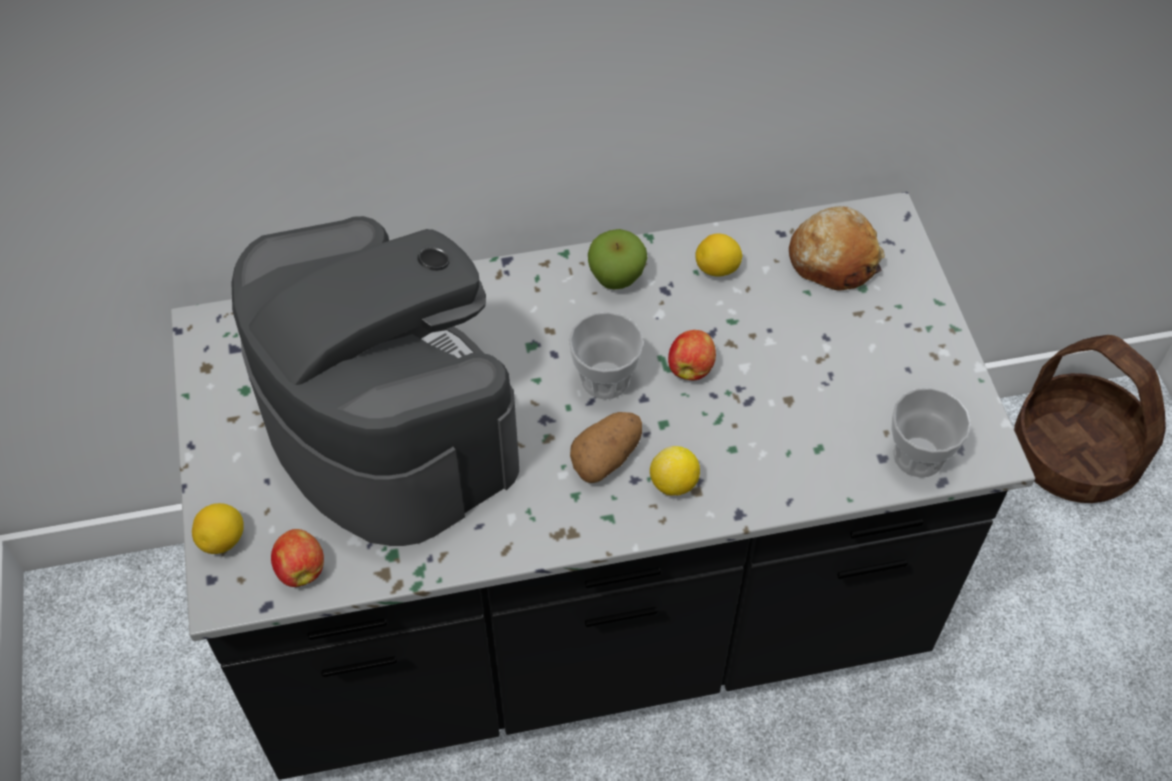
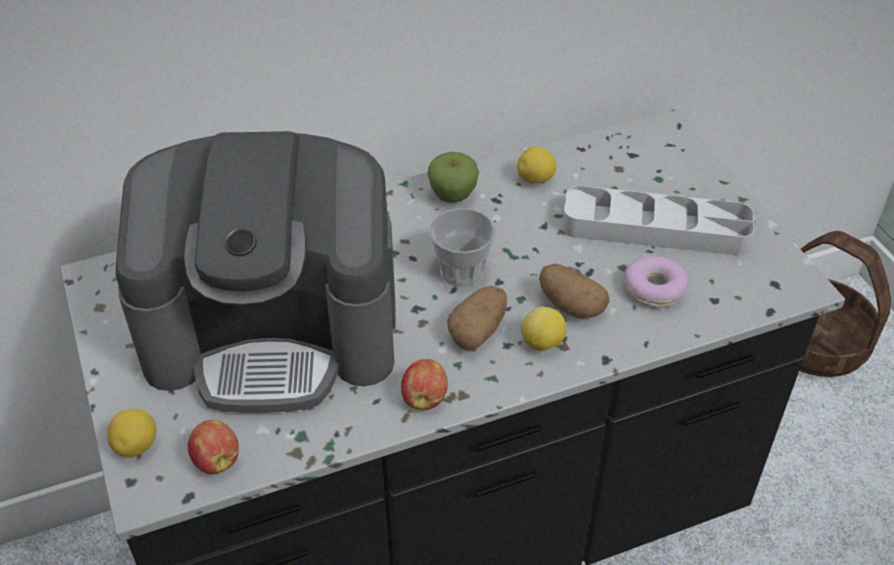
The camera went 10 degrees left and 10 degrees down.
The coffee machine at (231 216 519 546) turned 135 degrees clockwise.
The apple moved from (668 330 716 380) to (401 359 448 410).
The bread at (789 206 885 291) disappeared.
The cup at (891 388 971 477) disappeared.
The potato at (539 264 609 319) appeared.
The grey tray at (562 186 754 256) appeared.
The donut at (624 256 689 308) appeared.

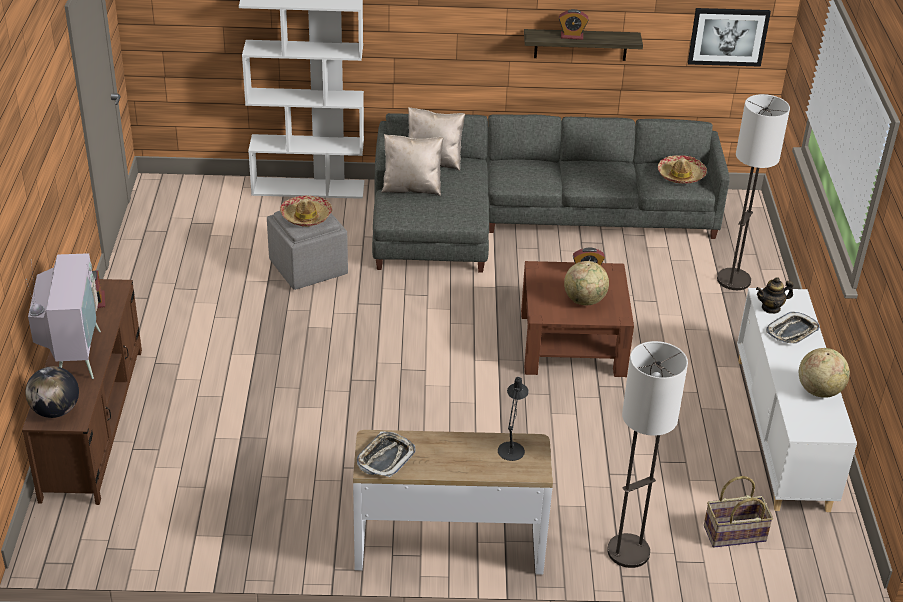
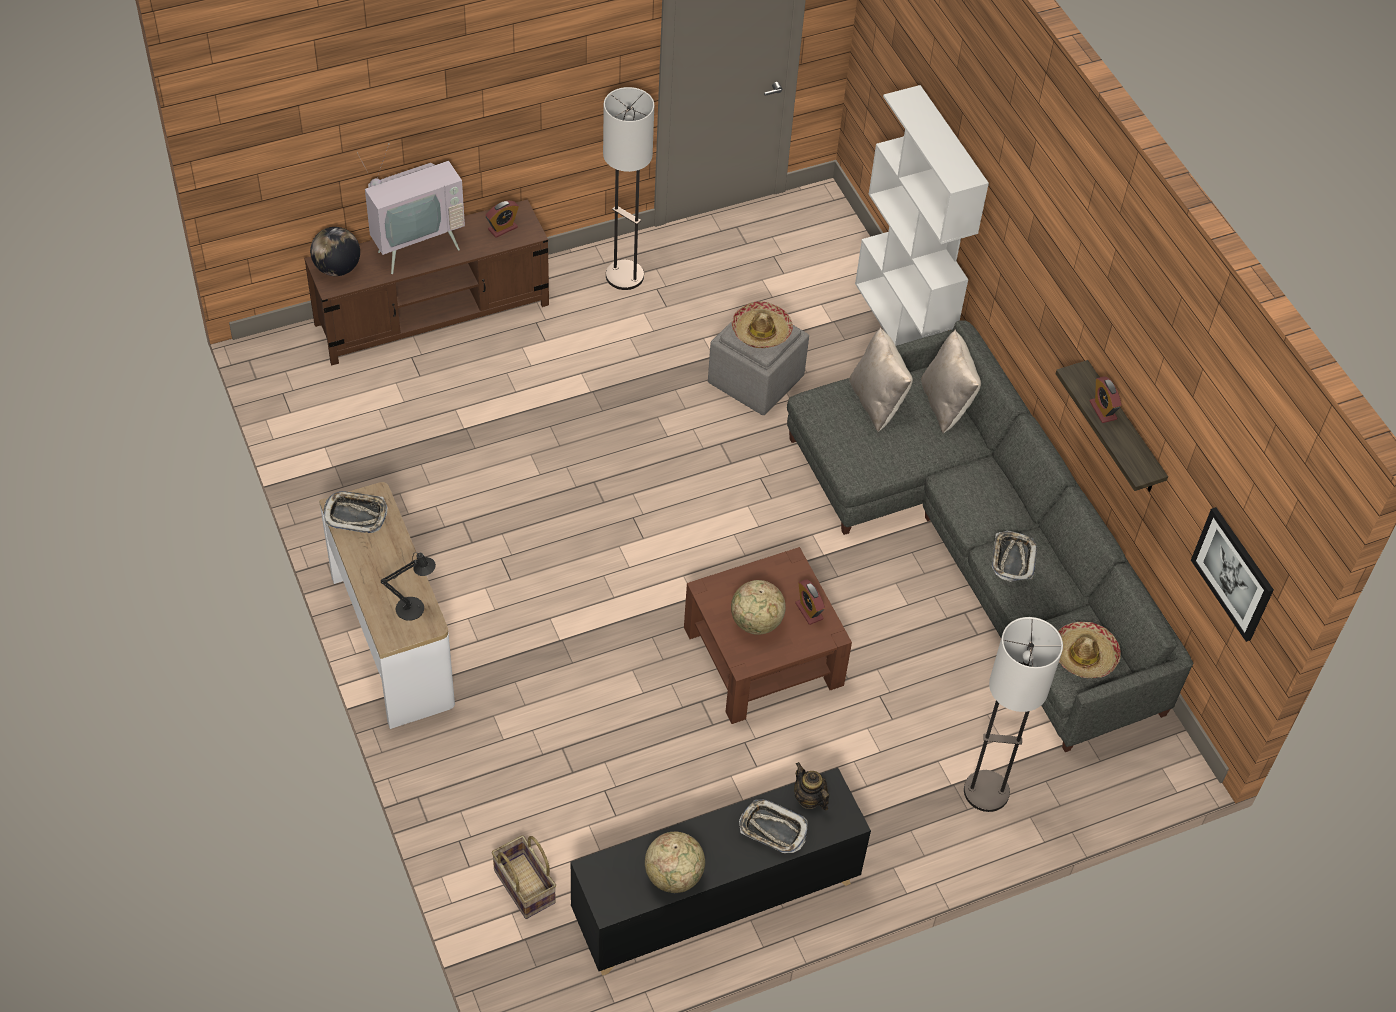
The camera went 65 degrees right and 15 degrees up.
The floor lamp moved from (607 341 688 568) to (603 87 654 290).
The white cabinet at (737 288 857 512) became the black cabinet at (571 768 871 976).
The tray at (991 531 1037 582) appeared.

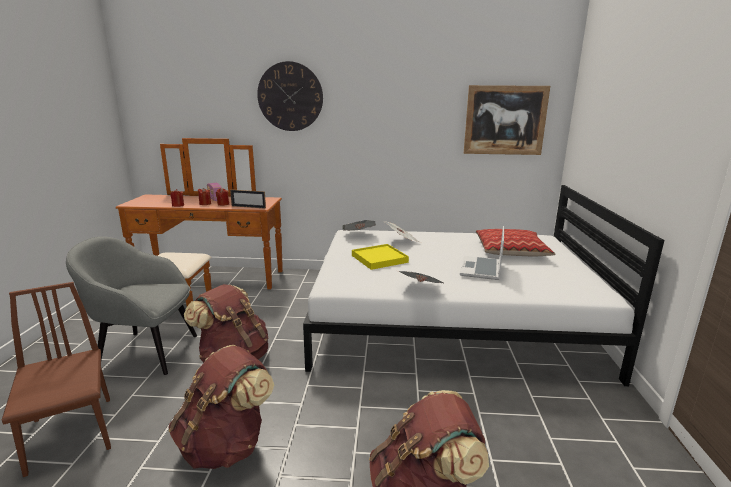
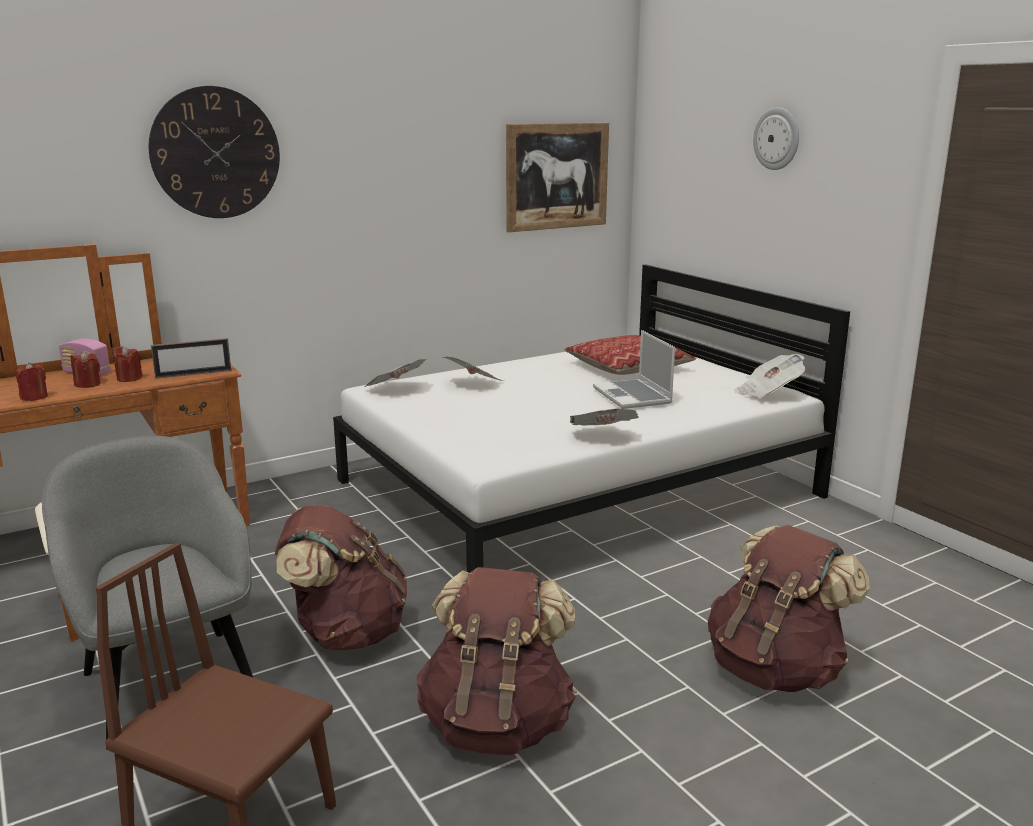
The camera went 35 degrees left and 0 degrees up.
The grey armchair at (66 236 197 375) turned 90 degrees clockwise.
The yellow tray at (352 244 409 270) disappeared.
The newspaper at (735 354 805 398) appeared.
The wall clock at (753 108 799 170) appeared.

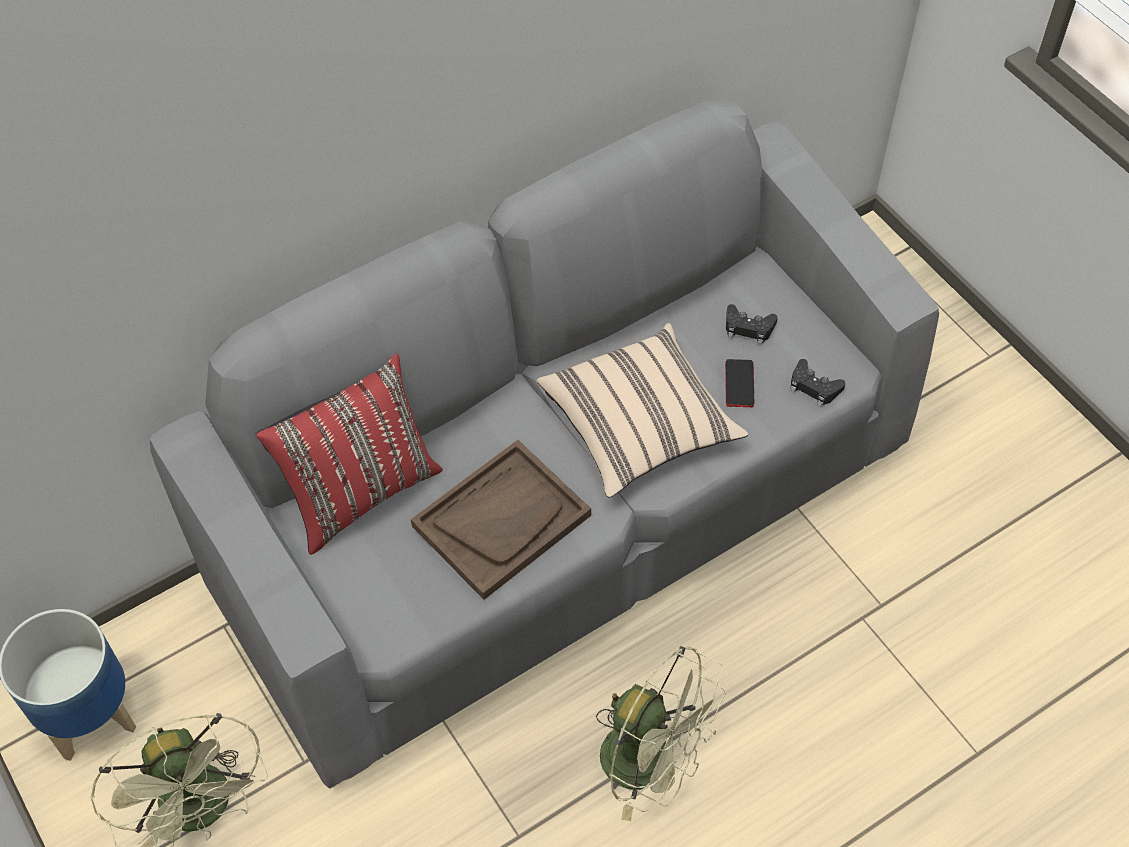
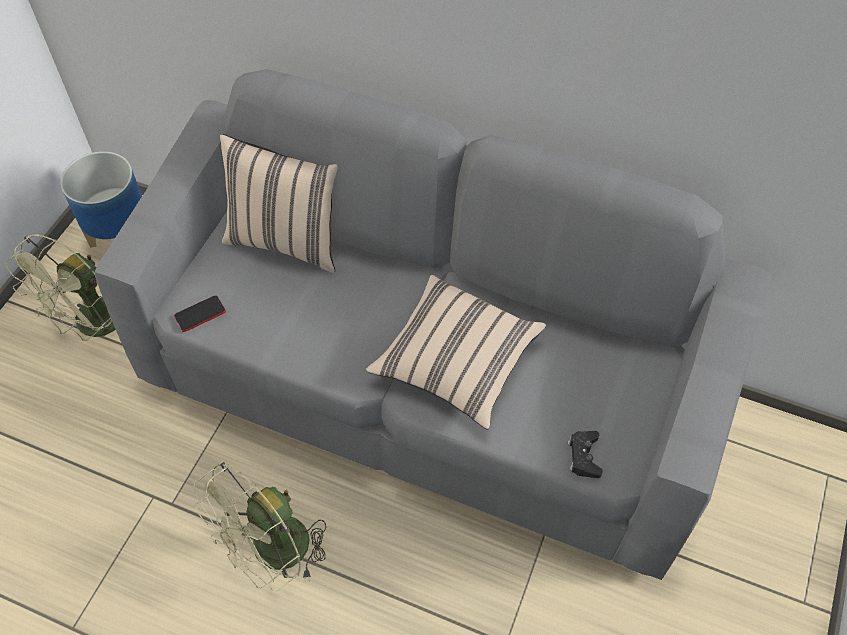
The camera went 55 degrees right and 0 degrees up.
The red pillow at (255 353 443 555) became the beige pillow at (220 134 338 273).
The brown tray at (411 440 591 600) disappeared.
The green fan at (596 646 726 821) turned 45 degrees clockwise.
The phone moved from (725 359 754 407) to (174 295 226 332).
The black game controller at (726 304 778 344) disappeared.

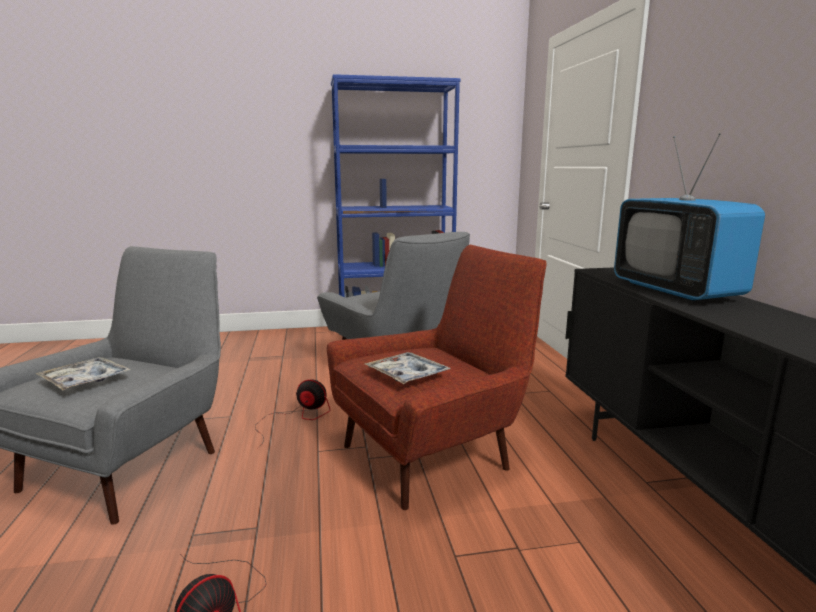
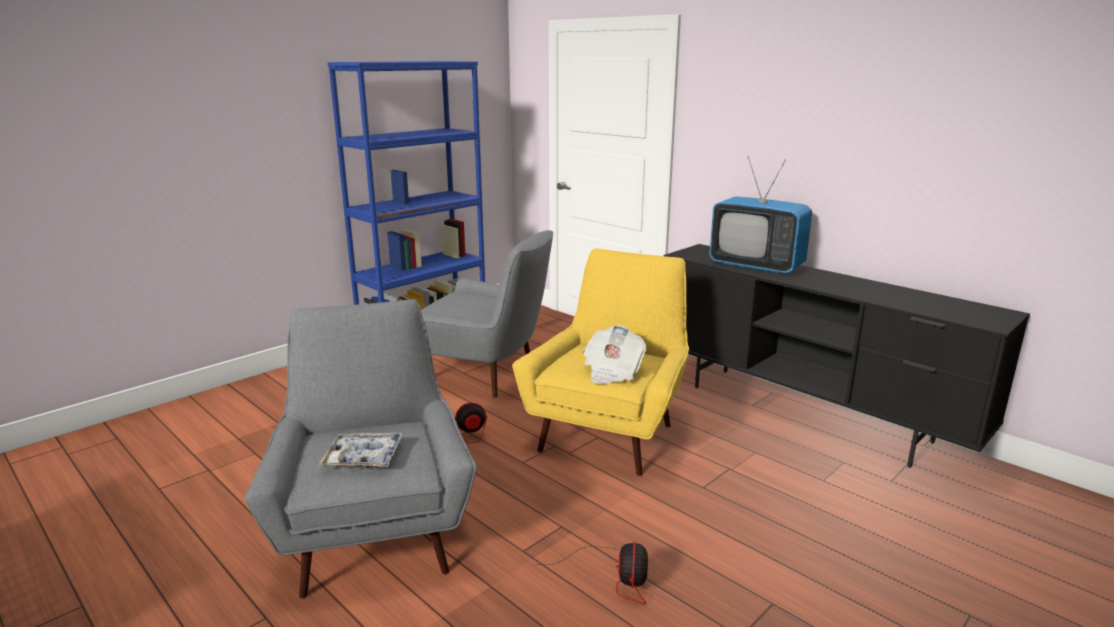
The camera went 35 degrees left and 5 degrees up.
The red armchair at (327 245 546 510) became the yellow armchair at (513 248 689 476).
The tray at (365 352 451 384) was replaced by the newspaper at (583 325 647 384).

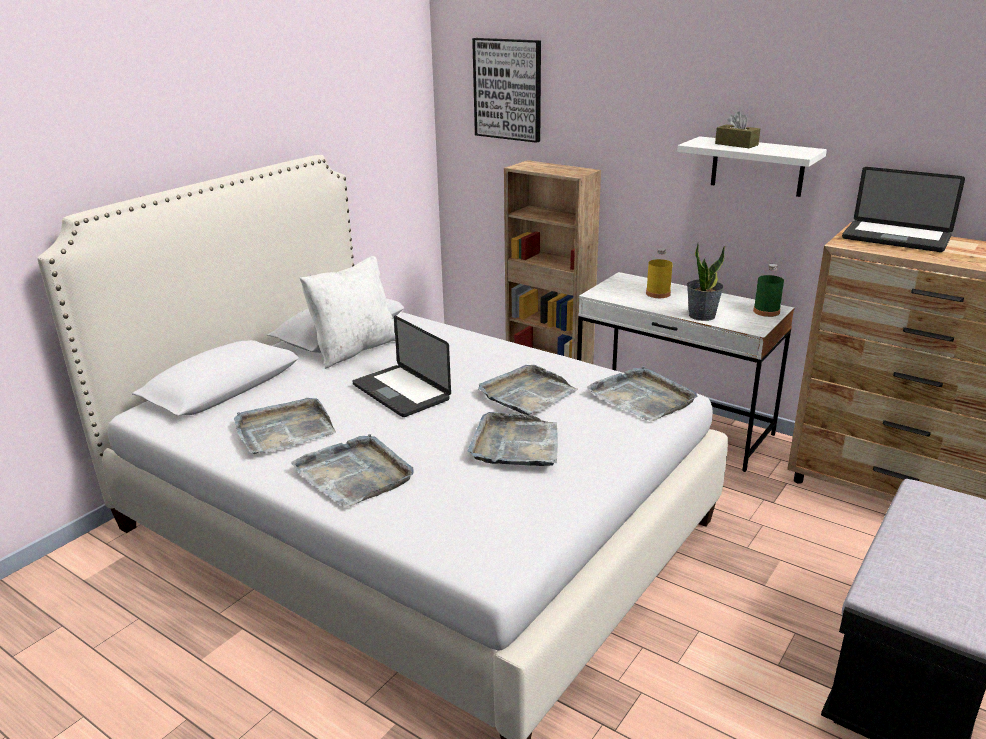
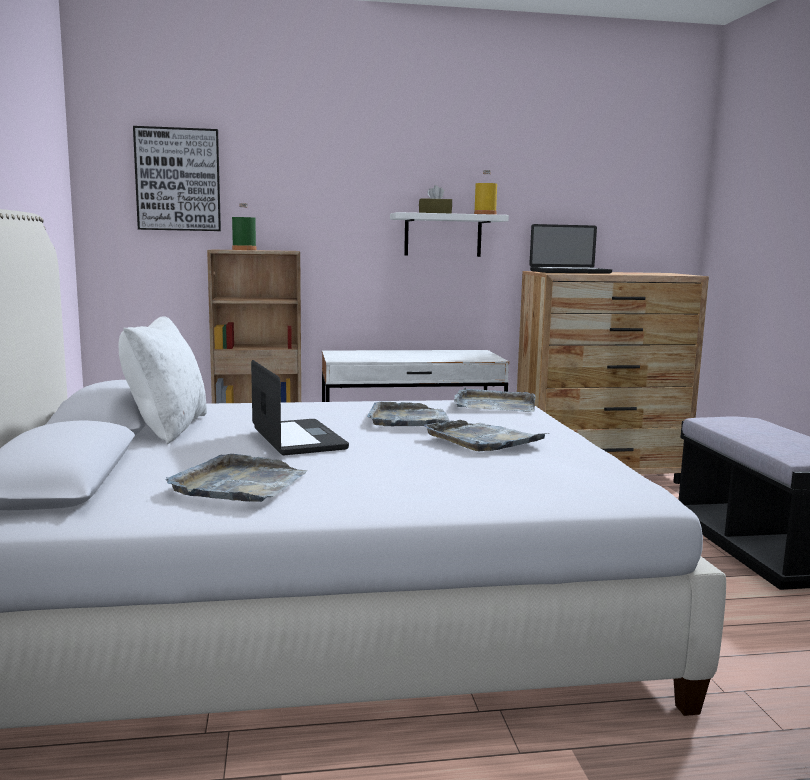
The camera went 45 degrees left and 15 degrees down.
The grey tray at (291 434 413 508) disappeared.
The laptop at (353 316 451 417) turned 120 degrees counterclockwise.
The yellow bottle moved from (646 248 673 298) to (474 170 497 215).
The potted plant at (687 243 725 321) disappeared.
The green bottle moved from (753 264 784 317) to (232 203 256 250).

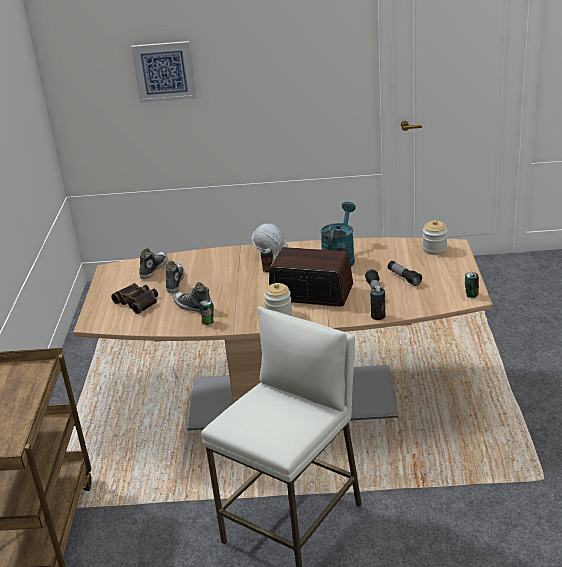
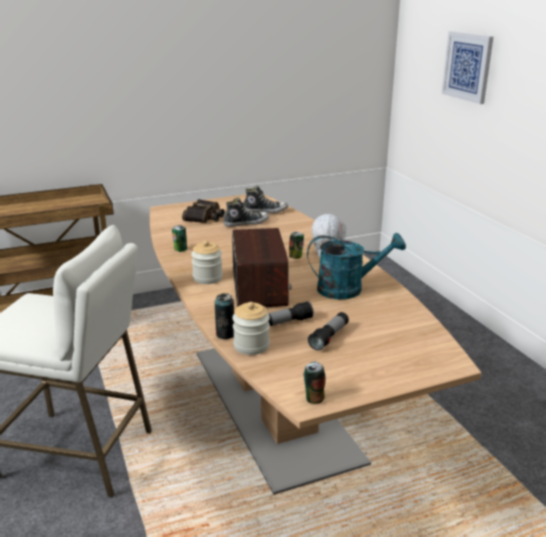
The camera went 65 degrees right and 5 degrees down.
The shoe at (173 282 214 313) disappeared.
The jar moved from (423 220 448 255) to (232 302 270 355).

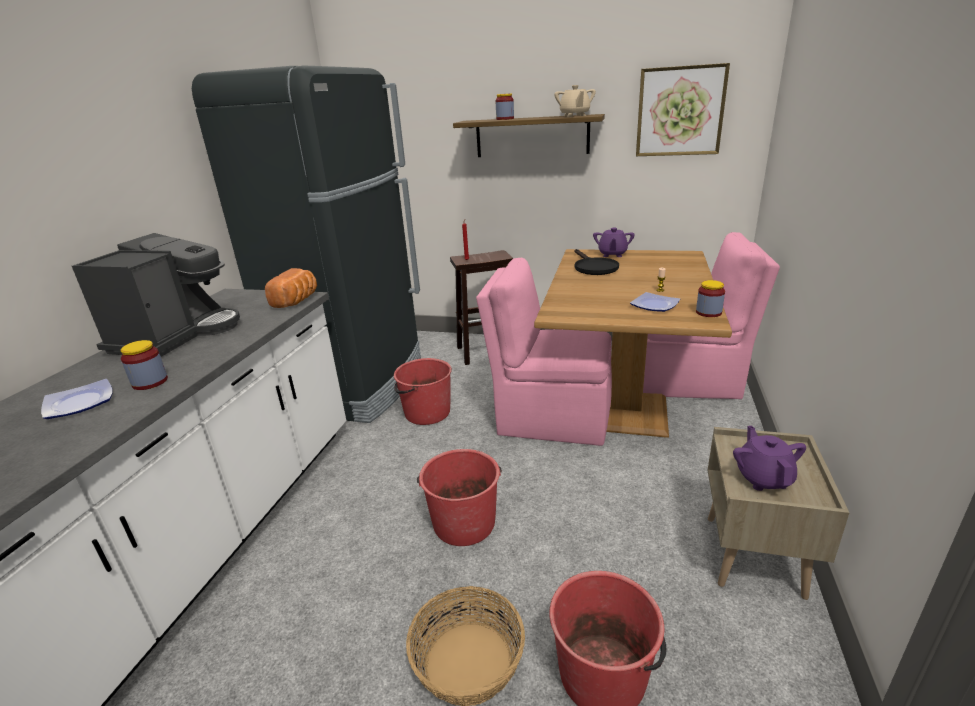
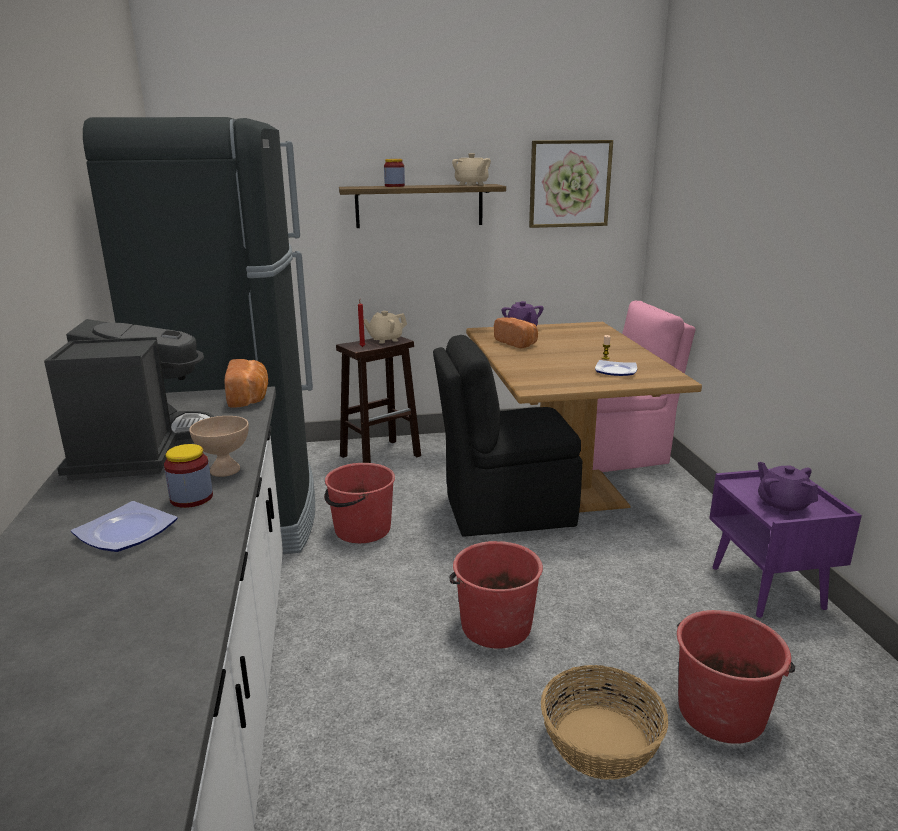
The camera went 25 degrees left and 5 degrees down.
The pink chair at (476 258 612 446) became the black chair at (433 335 582 537).
The black frying pan at (574 249 619 275) was replaced by the bread at (494 317 538 348).
The jar at (696 280 725 317) disappeared.
The beige nightstand at (707 427 849 600) became the purple nightstand at (709 469 862 618).
The beige bowl at (189 416 249 477) appeared.
The beige teapot at (364 311 407 343) appeared.

